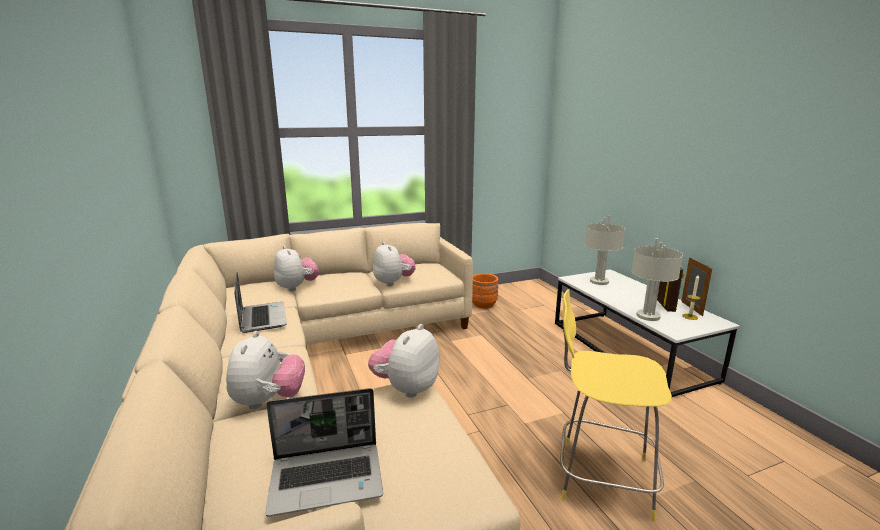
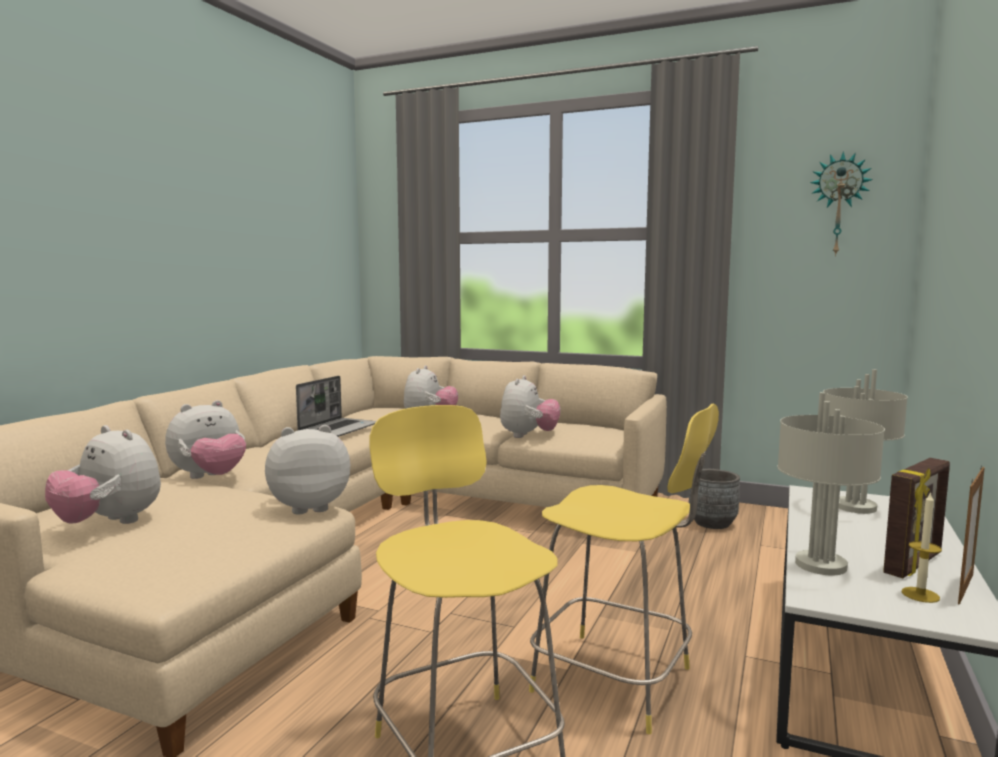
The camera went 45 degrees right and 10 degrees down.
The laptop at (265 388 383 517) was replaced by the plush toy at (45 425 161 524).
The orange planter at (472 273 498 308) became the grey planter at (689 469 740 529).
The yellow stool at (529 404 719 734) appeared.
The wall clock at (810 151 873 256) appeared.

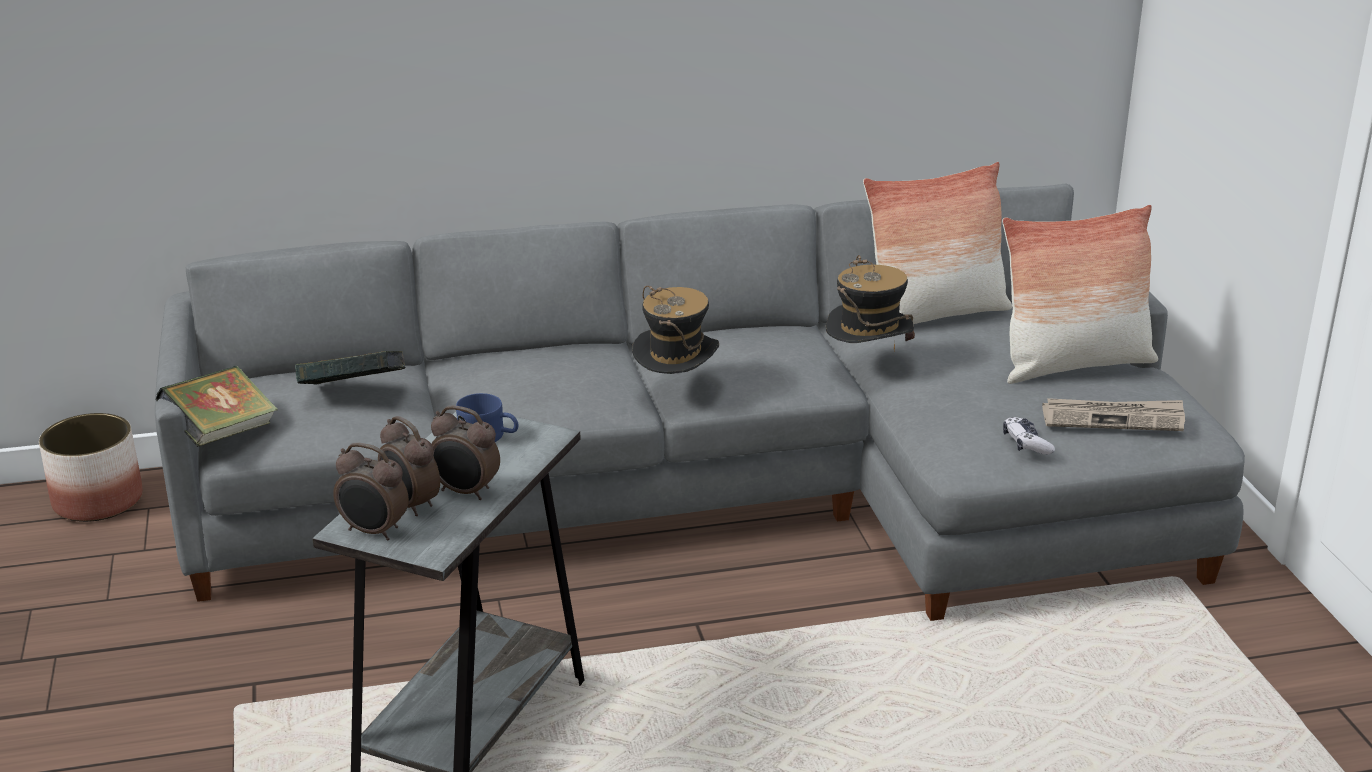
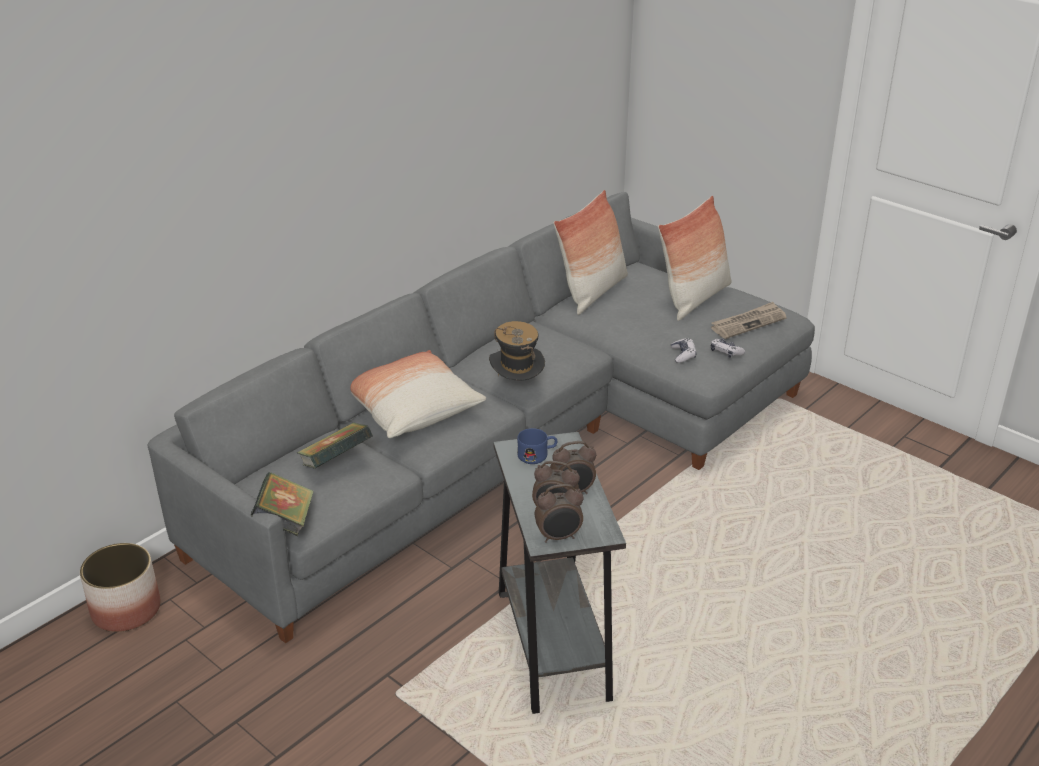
The camera went 35 degrees left and 5 degrees up.
The hat at (826 255 915 351) disappeared.
The pillow at (350 350 486 438) appeared.
The game controller at (671 338 697 363) appeared.

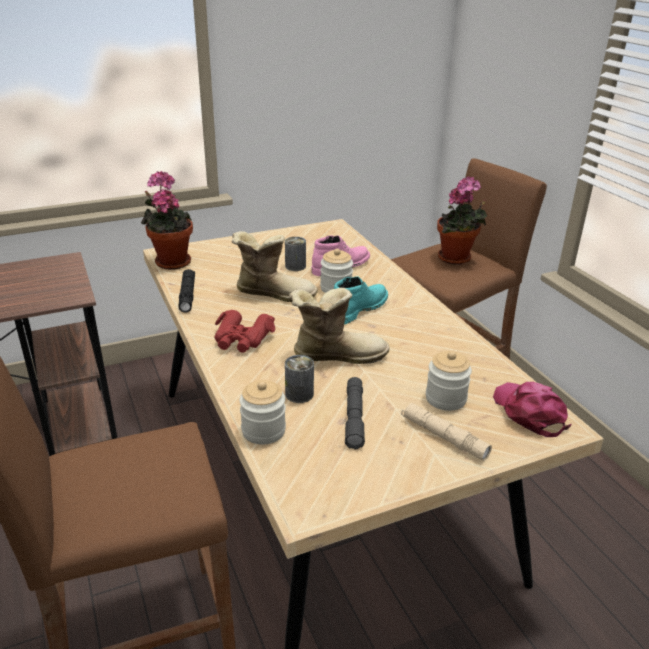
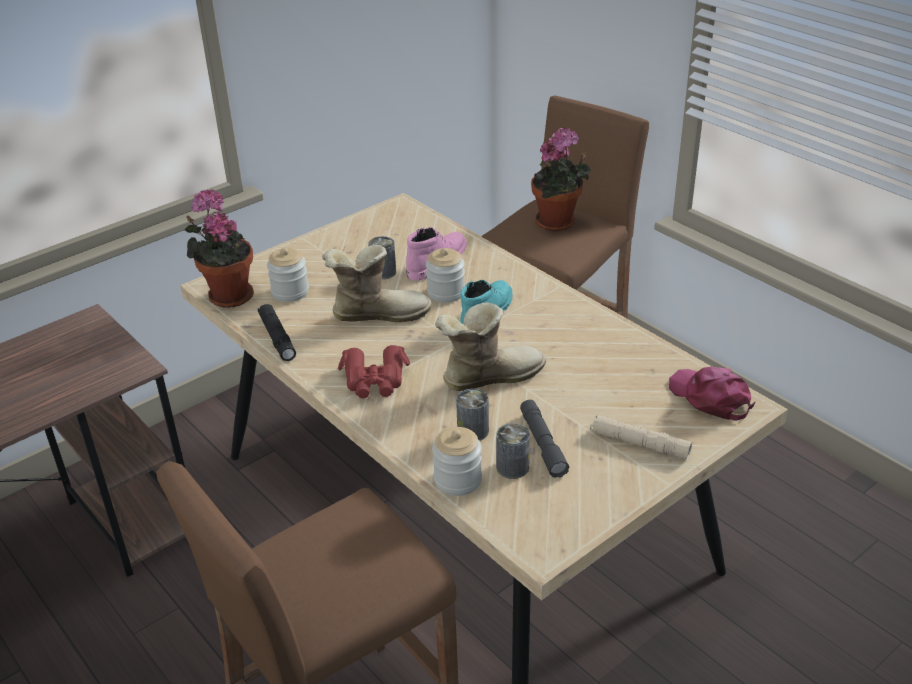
The camera went 15 degrees left and 5 degrees up.
The jar moved from (426 351 472 411) to (267 248 309 302).
The can at (496 423 530 479) appeared.

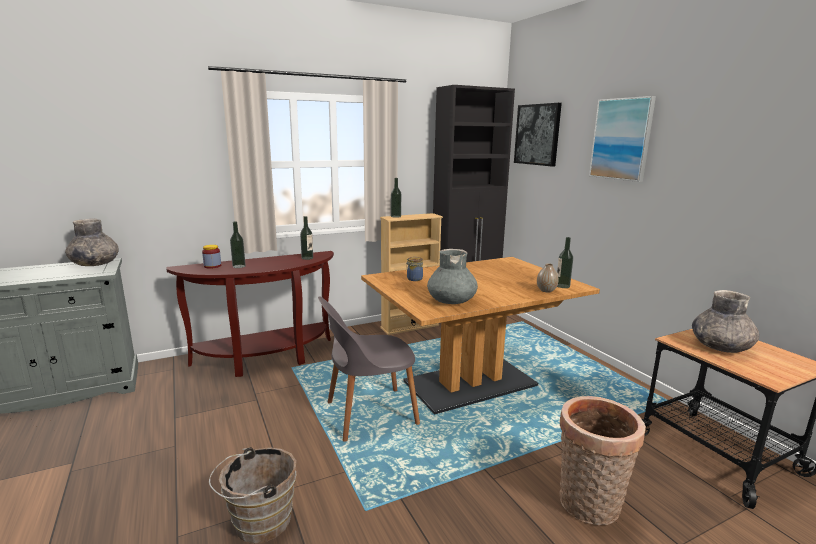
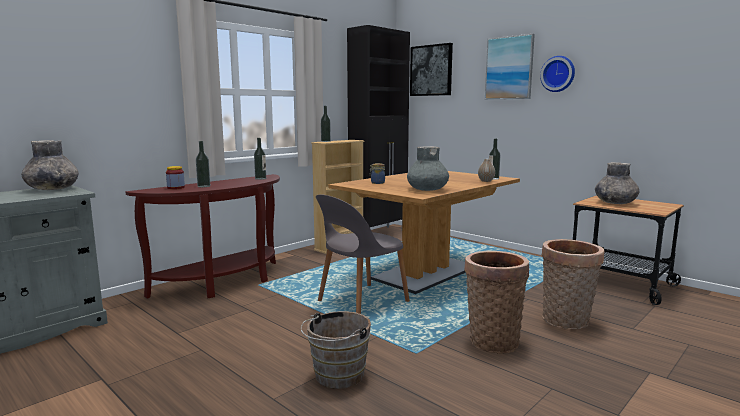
The camera went 20 degrees left and 5 degrees down.
The basket at (464 251 529 354) appeared.
The wall clock at (540 56 575 92) appeared.

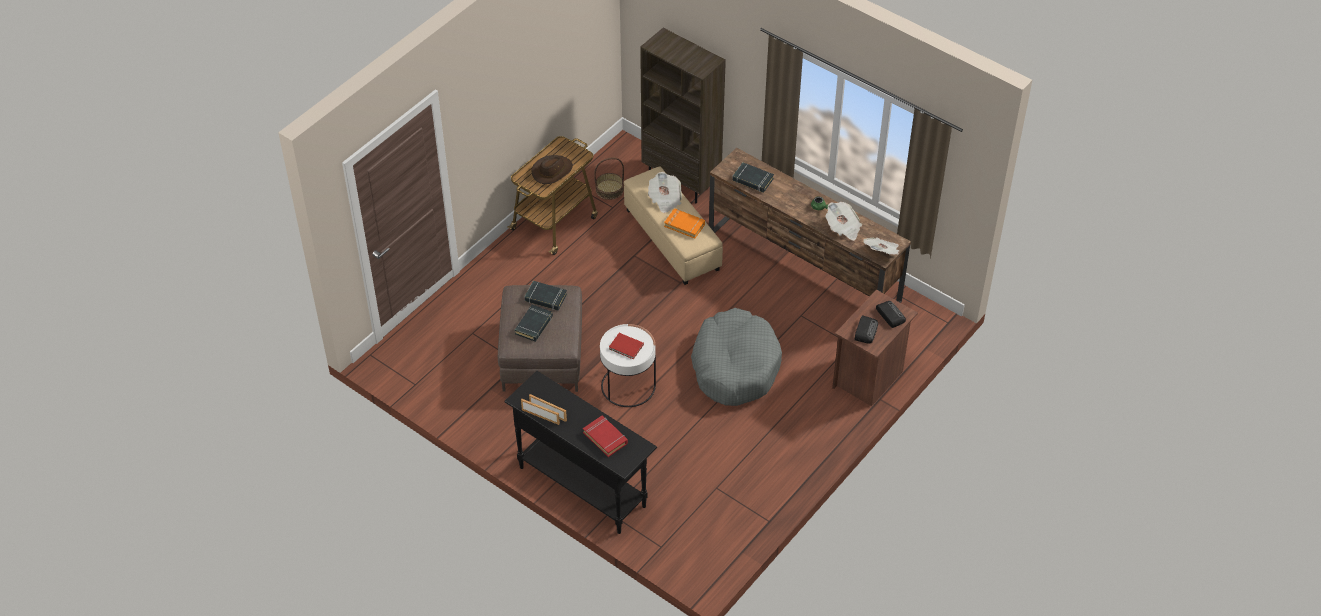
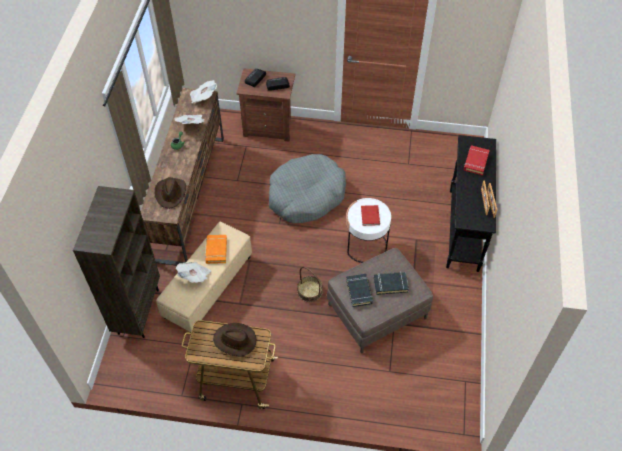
The camera went 120 degrees left and 5 degrees up.
The basket moved from (594 158 624 200) to (297 266 323 302).
The black book at (732 162 774 193) was replaced by the brown hat at (154 177 186 209).

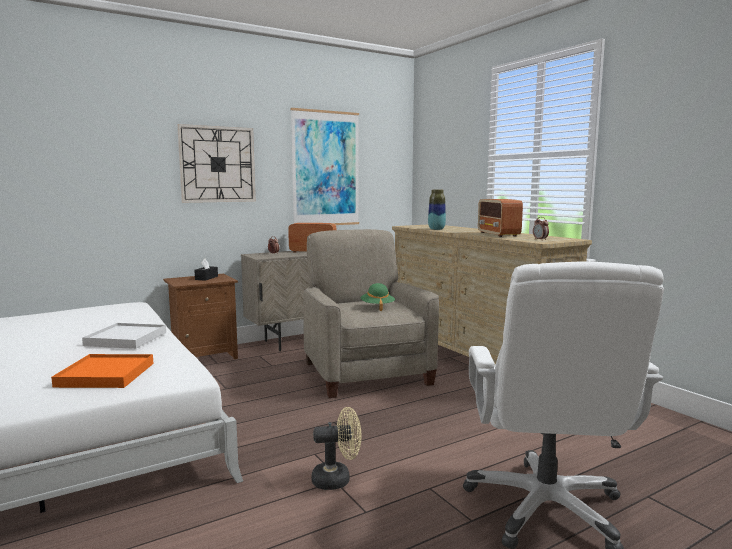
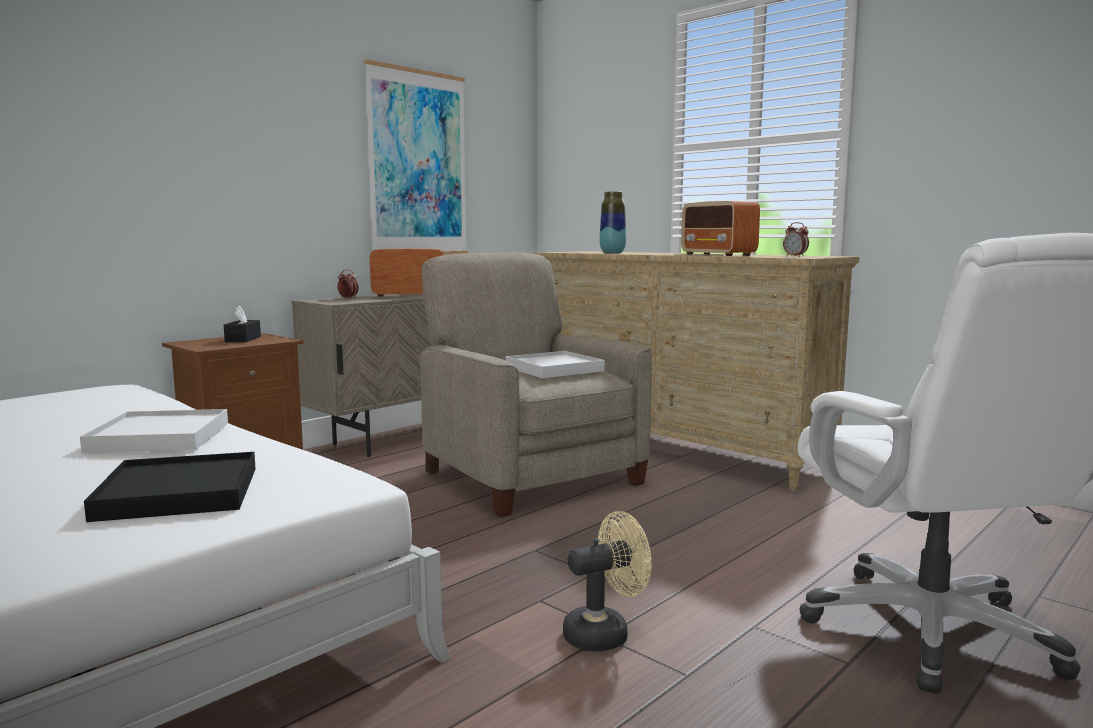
The camera went 15 degrees left and 0 degrees up.
The orange tray at (51 354 153 388) became the black tray at (84 452 256 522).
The wall clock at (177 124 256 203) disappeared.
The green hat at (360 283 395 311) was replaced by the white tray at (506 351 605 378).

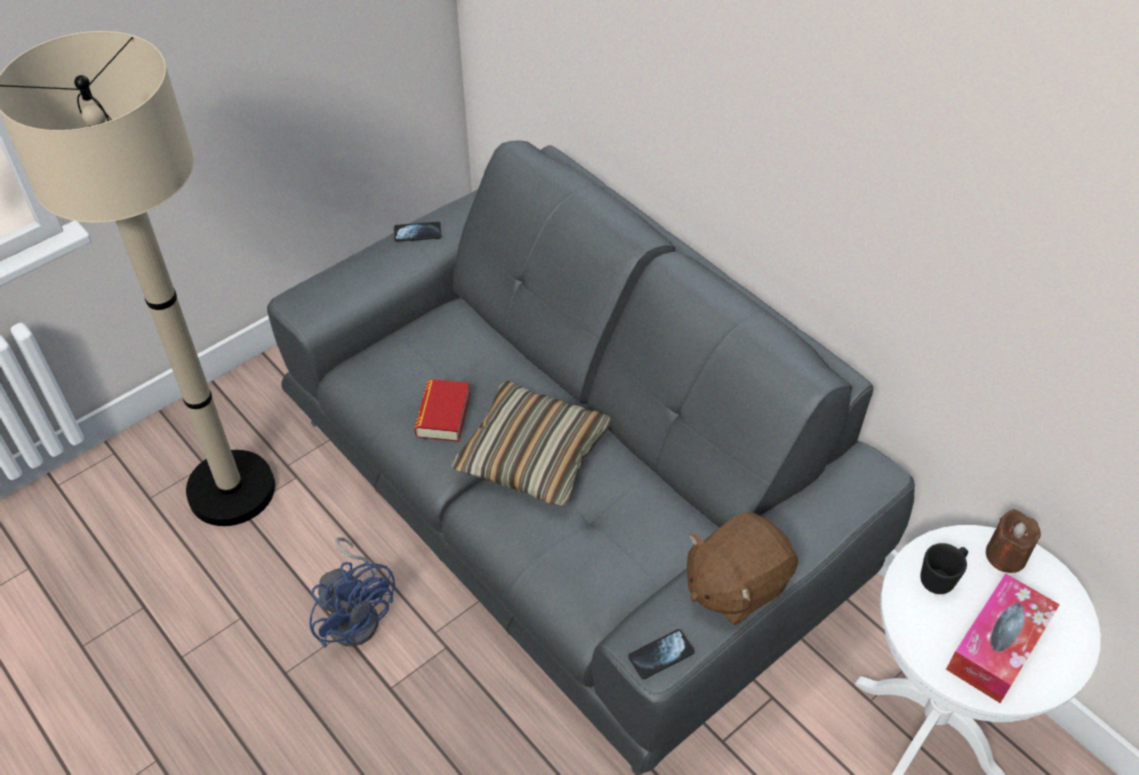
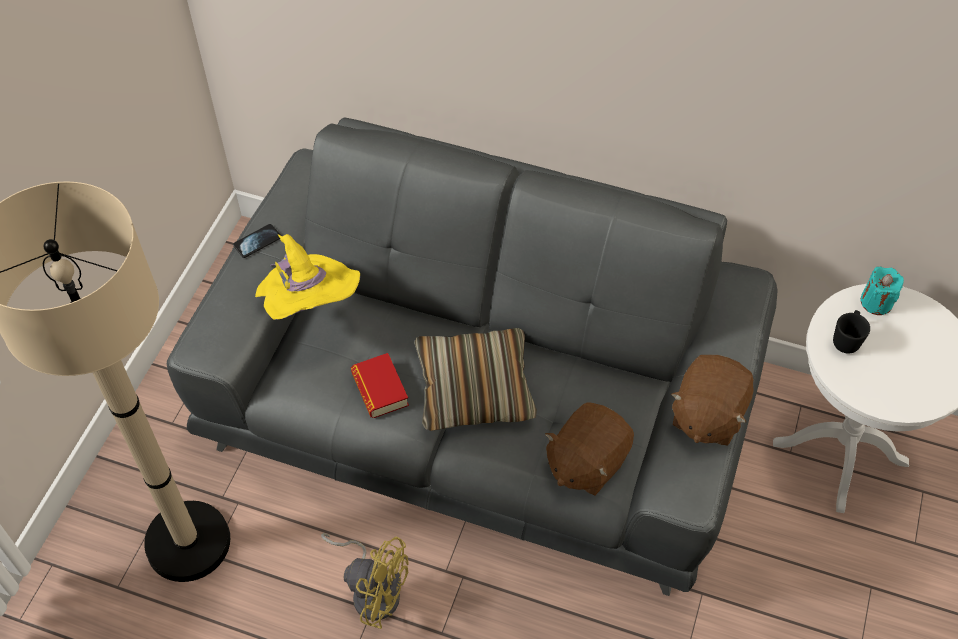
The camera went 30 degrees left and 5 degrees up.
The blue fan at (309 537 395 648) became the yellow fan at (321 533 408 629).
The phone at (628 629 695 679) disappeared.
The tissue box at (946 573 1060 703) disappeared.
The brown candle at (986 509 1041 573) became the turquoise candle at (860 267 904 315).
The yellow hat at (255 234 360 320) appeared.
The brown plush toy at (545 402 634 495) appeared.

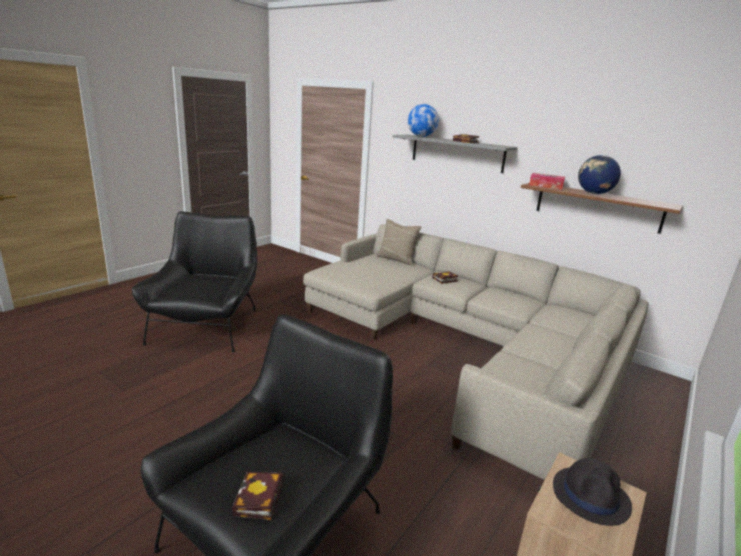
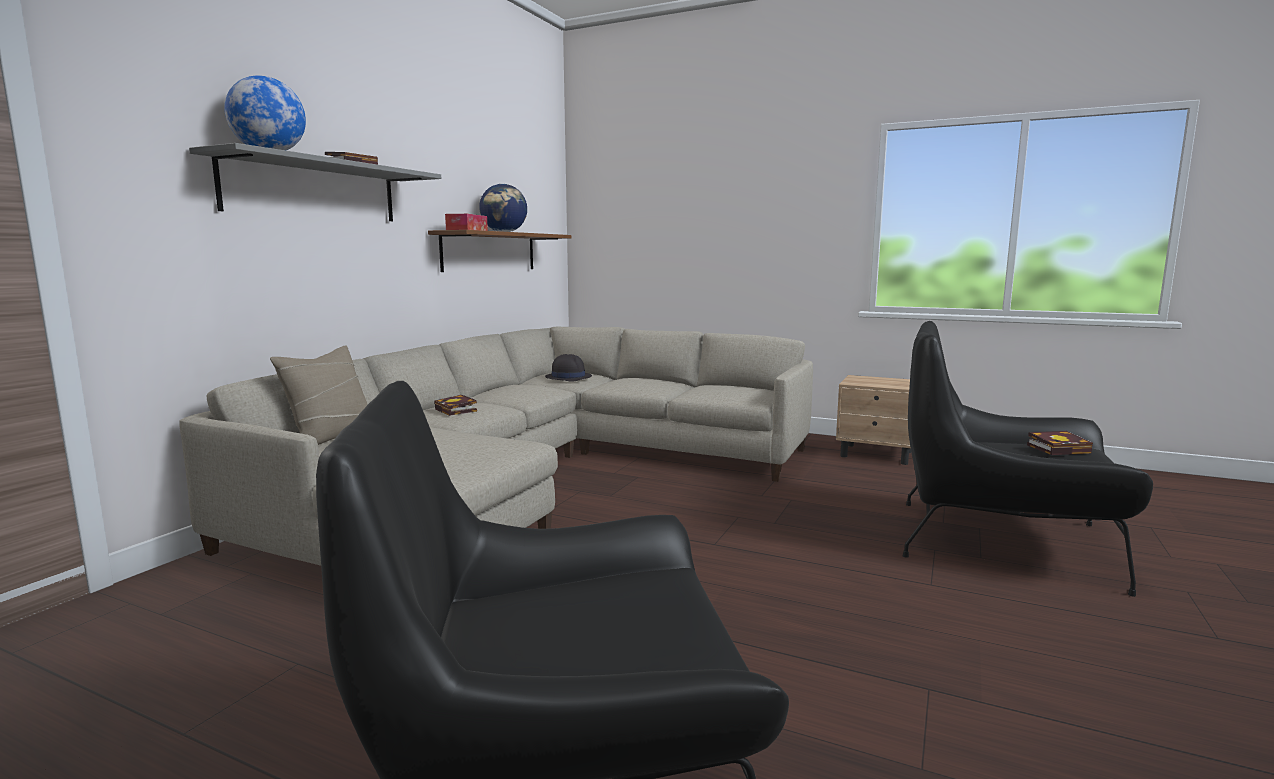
The camera went 100 degrees left and 10 degrees down.
The black hat moved from (553 458 632 526) to (545 354 592 382).

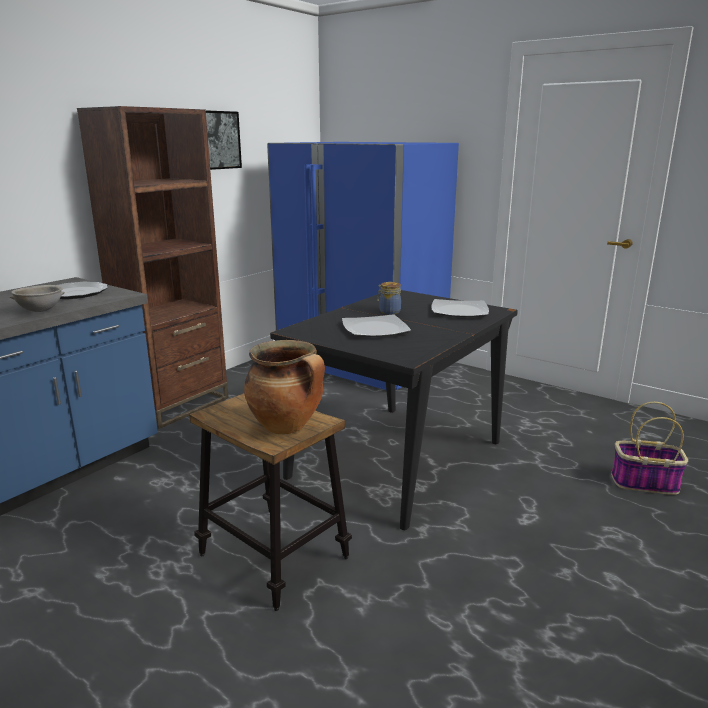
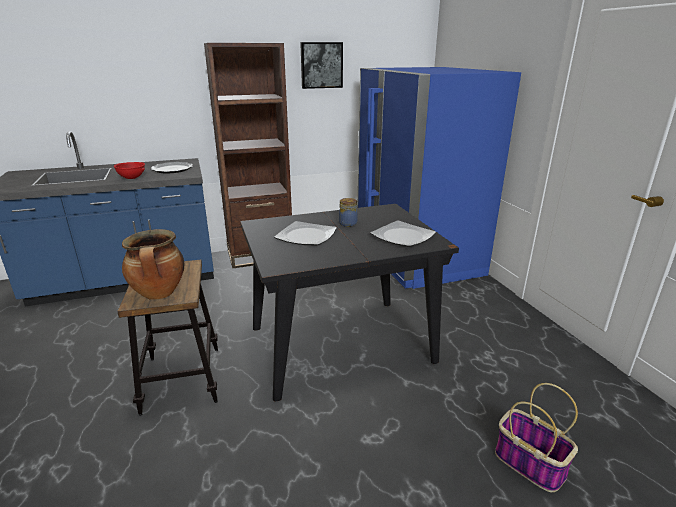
The camera went 35 degrees right and 5 degrees up.
The grey bowl at (10 285 65 312) became the red bowl at (114 162 145 179).

